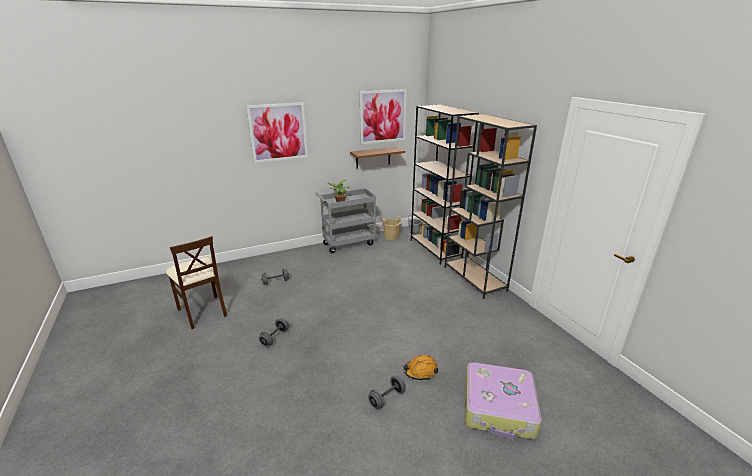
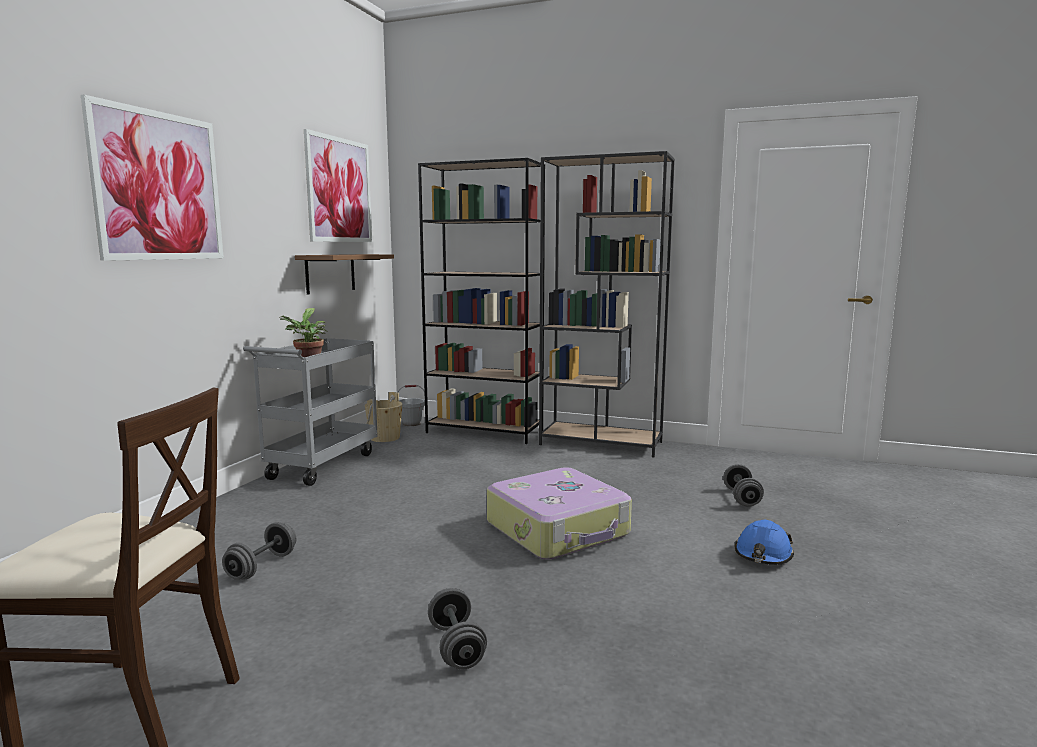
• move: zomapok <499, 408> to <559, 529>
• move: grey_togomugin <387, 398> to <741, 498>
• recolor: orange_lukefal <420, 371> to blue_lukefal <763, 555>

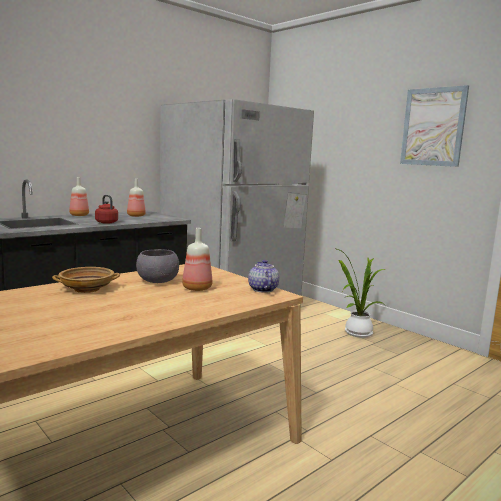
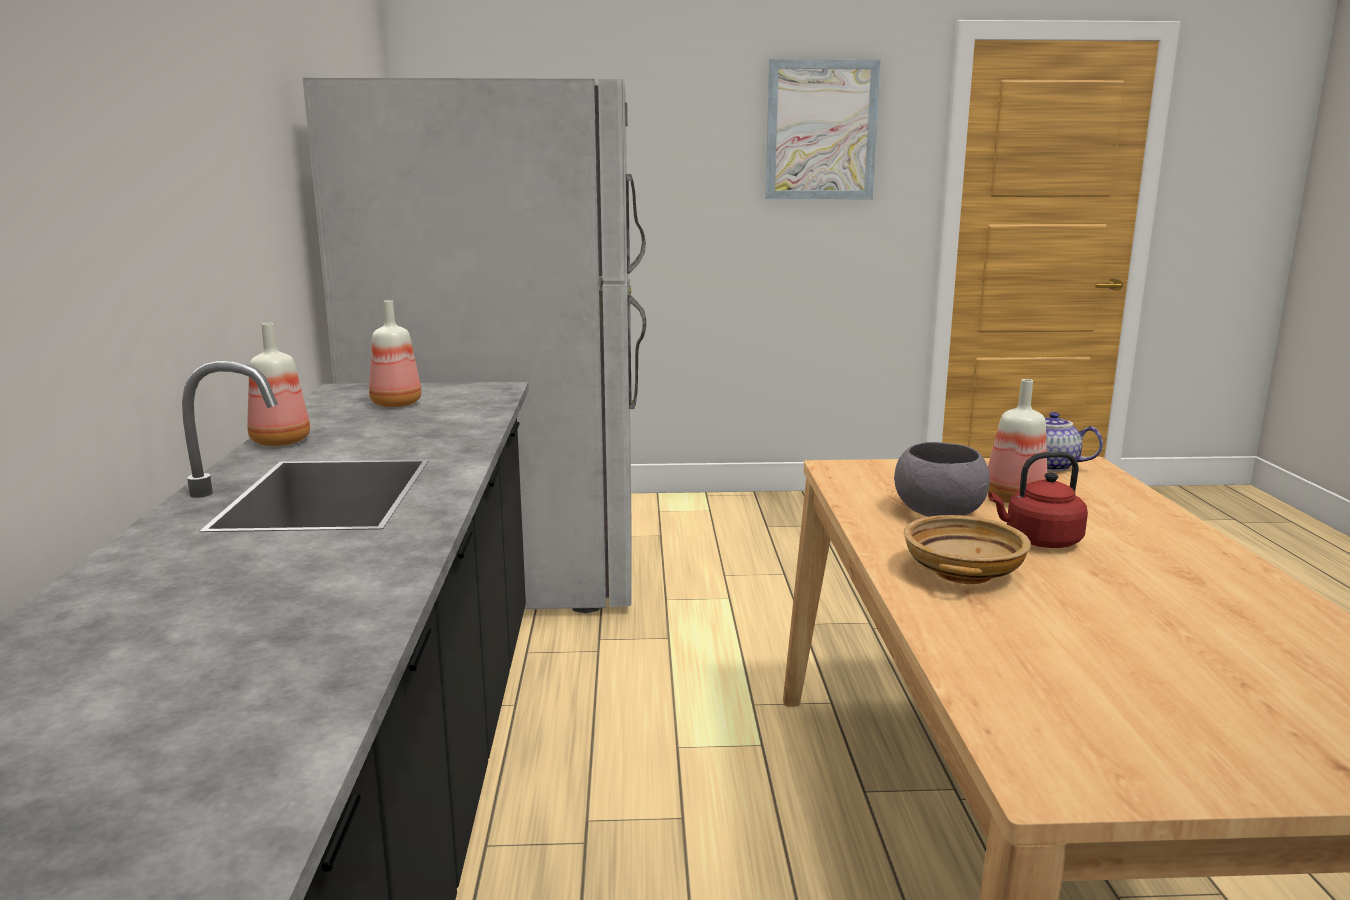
• move: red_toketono <106, 222> to <1038, 541>
• delete: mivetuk <356, 332>

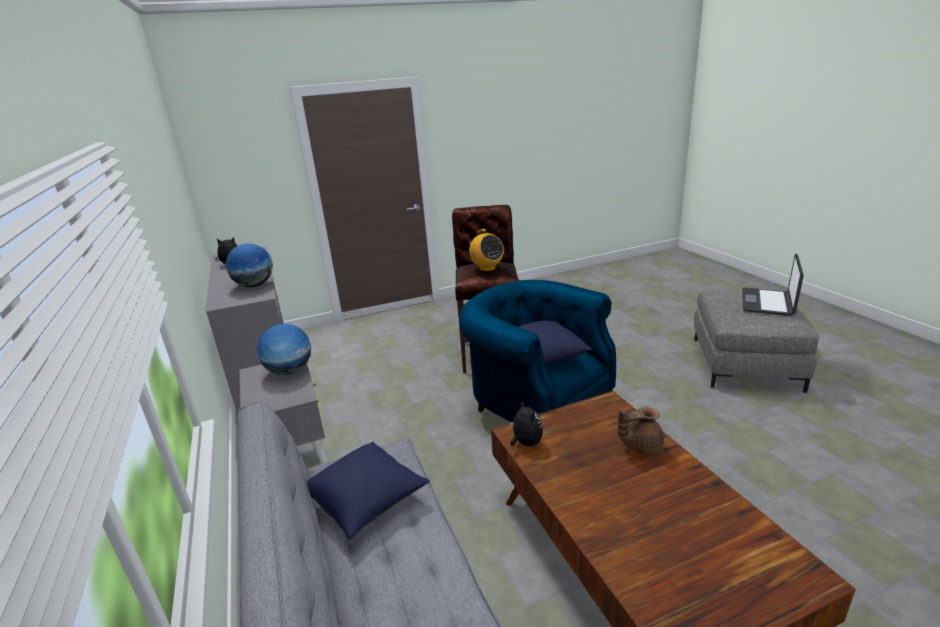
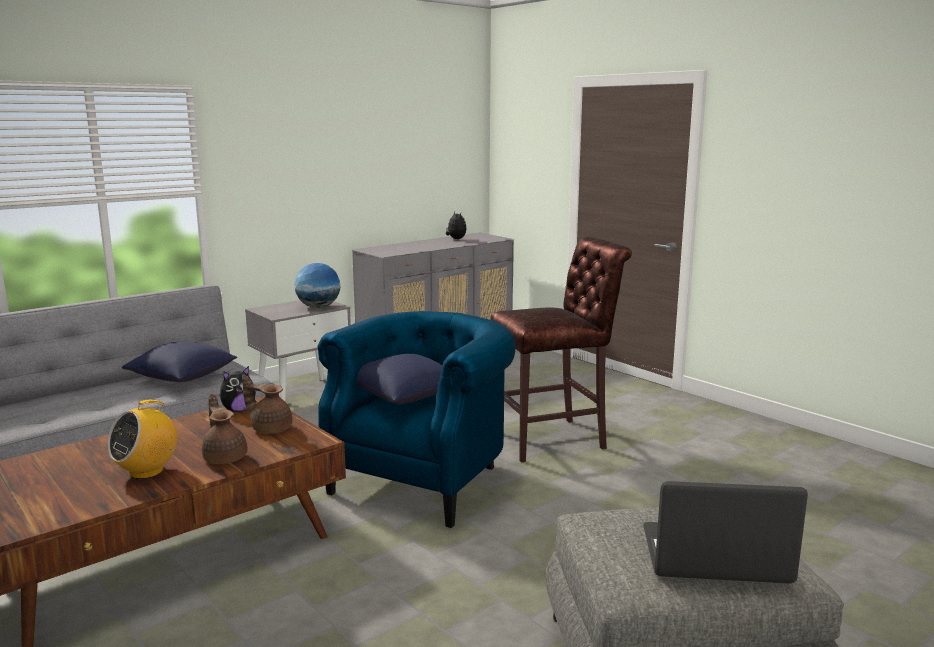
• move: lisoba <487, 268> to <147, 472>
• insert: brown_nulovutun <270, 428>
• delete: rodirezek <254, 285>

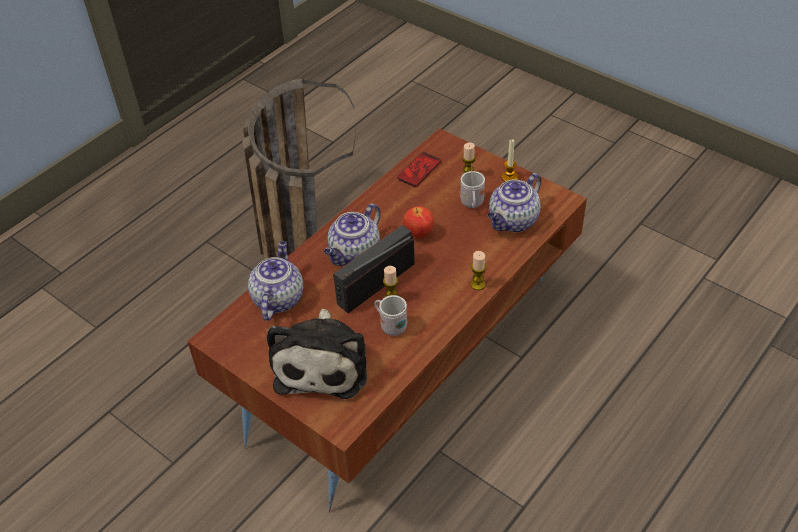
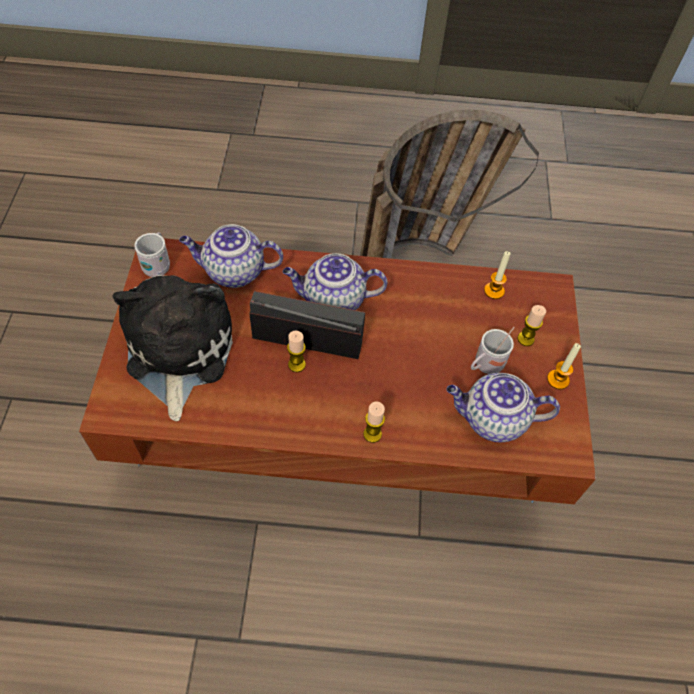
• rotate: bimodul <323, 362> = <177, 352> 120 degrees clockwise
• move: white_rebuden <391, 325> to <158, 265>
• rotate: nulovutun <278, 298> = <233, 272> 150 degrees counterclockwise
• replace: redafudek <419, 170> to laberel <494, 291>
• delete: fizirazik <418, 234>

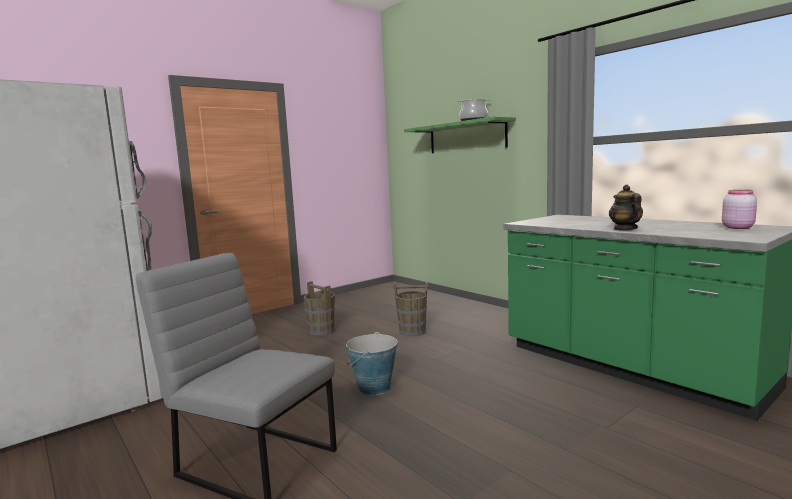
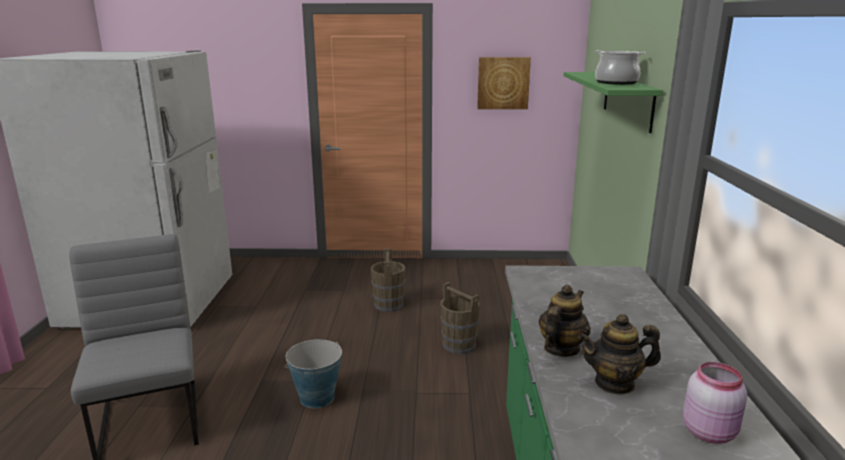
• insert: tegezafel <503, 83>
• insert: nulovutun <615, 383>

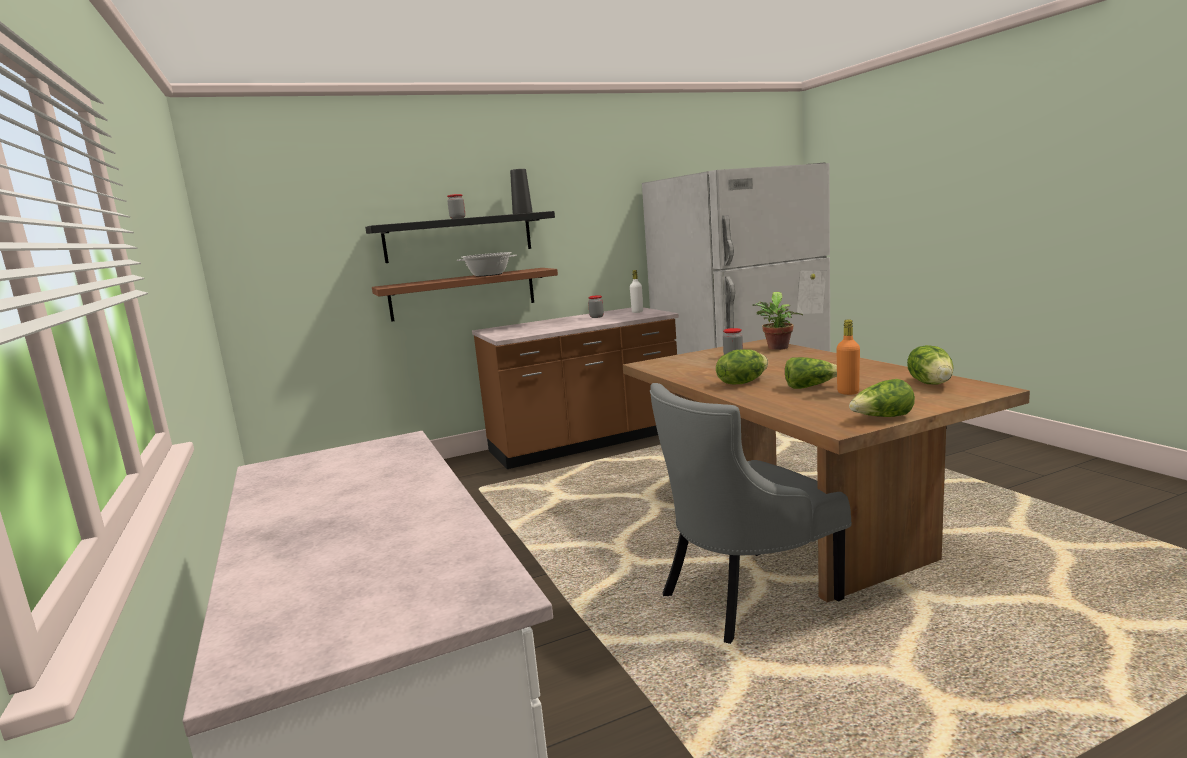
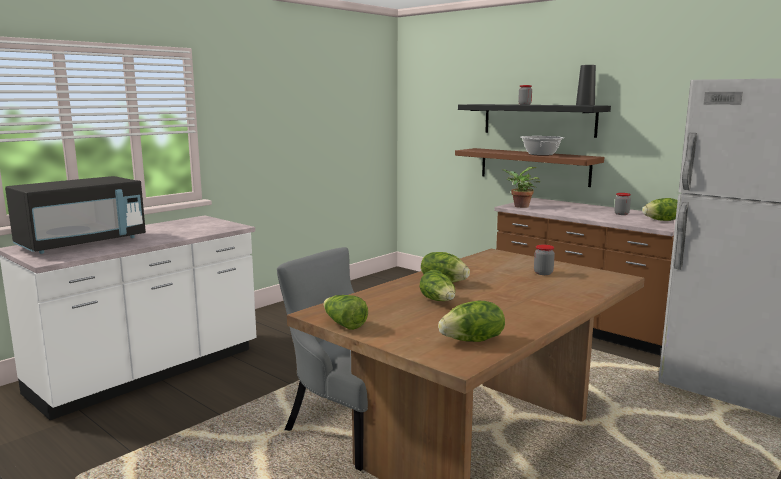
• insert: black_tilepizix <82, 243>
• move: mivetuk <777, 348> to <519, 206>
• replace: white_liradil <637, 312> to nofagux <663, 220>
• delete: orange_liradil <848, 392>

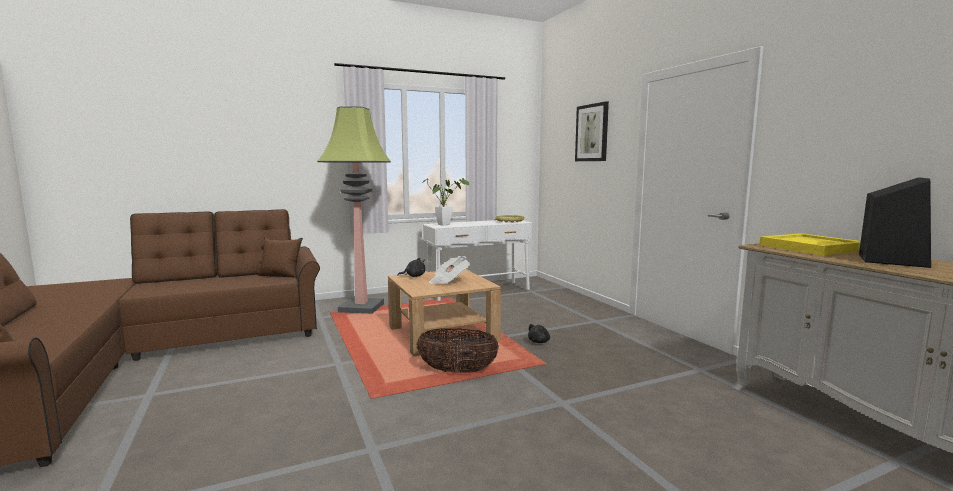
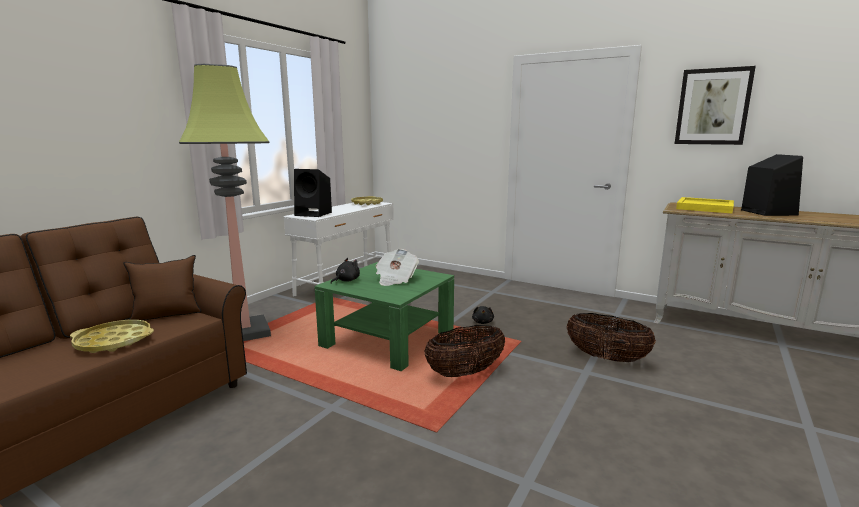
• insert: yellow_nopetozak <114, 341>
• replace: mivetuk <446, 224> to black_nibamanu <314, 214>
• recolor: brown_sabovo <442, 334> to green_sabovo <388, 339>
• insert: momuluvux <606, 358>
• move: tegezafel <592, 133> to <712, 107>

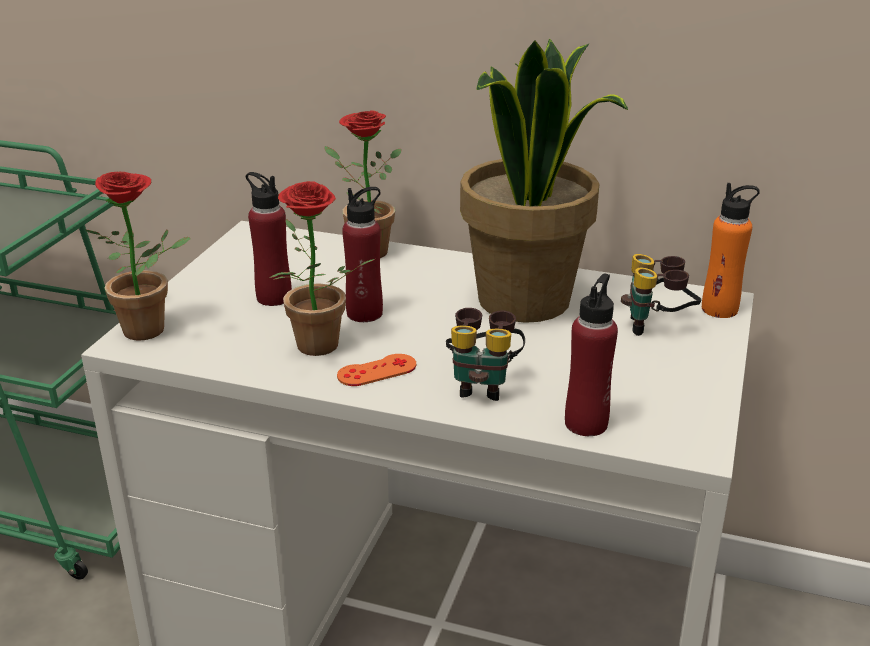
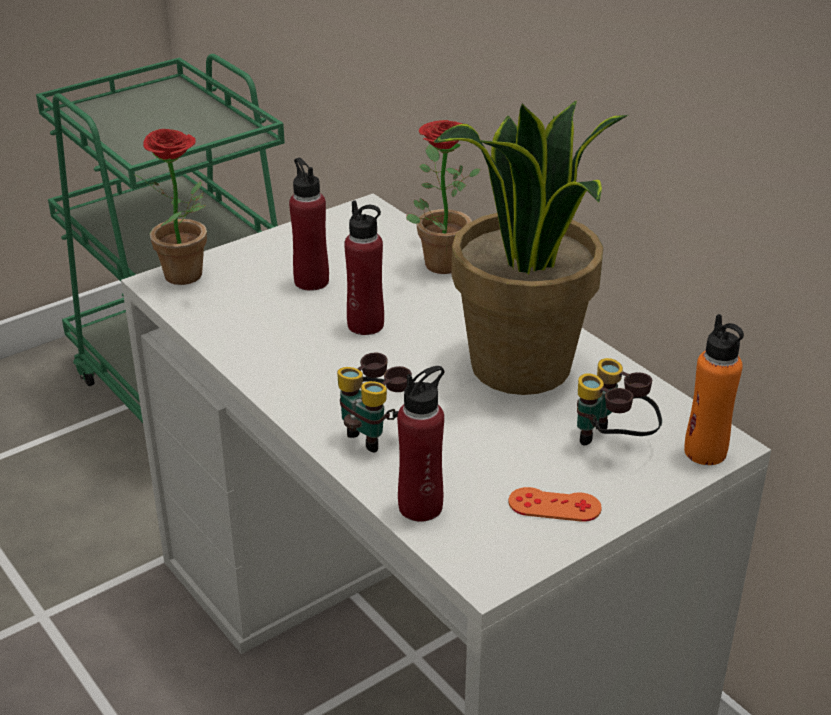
• move: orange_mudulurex <377, 370> to <554, 505>
• delete: mivetuk <317, 350>

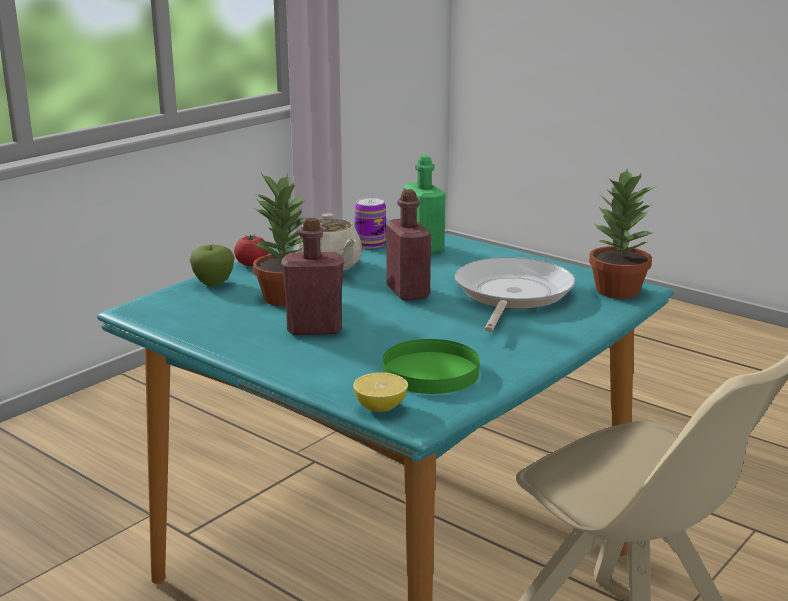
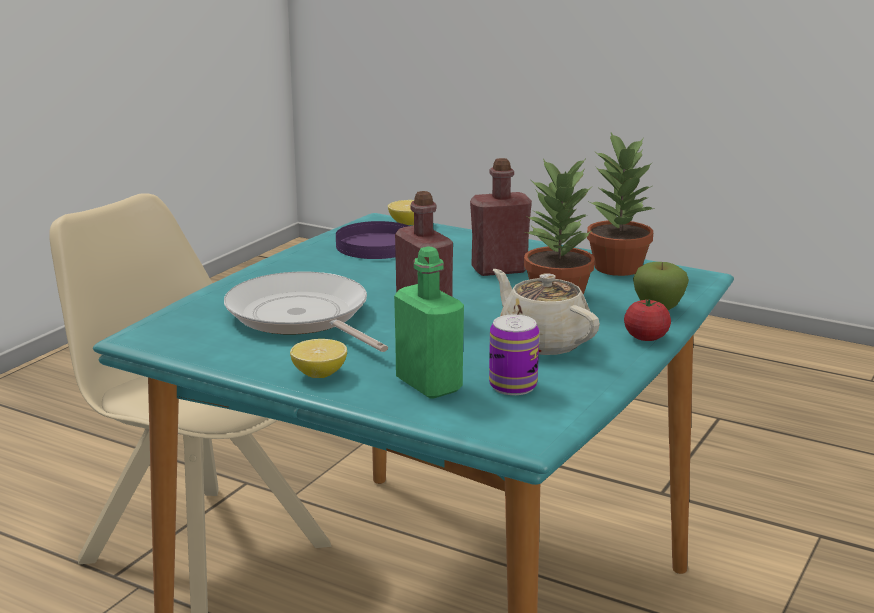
• rotate: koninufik <511, 295> = <301, 317> 135 degrees clockwise
• insert: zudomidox <319, 374>
• recolor: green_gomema <431, 372> to purple_gomema <376, 245>
• move: mivetuk <617, 291> to <618, 267>

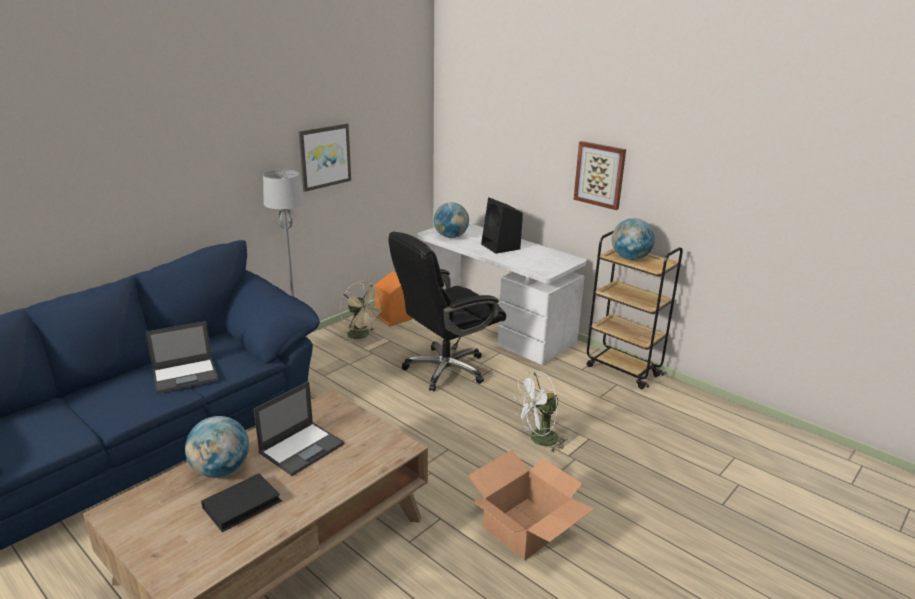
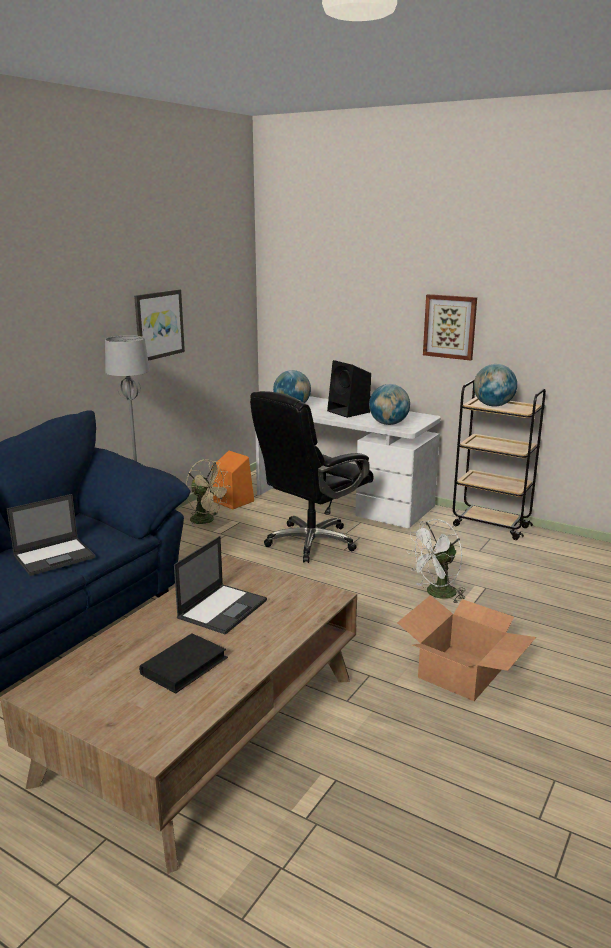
• move: rodirezek <221, 470> to <388, 424>

